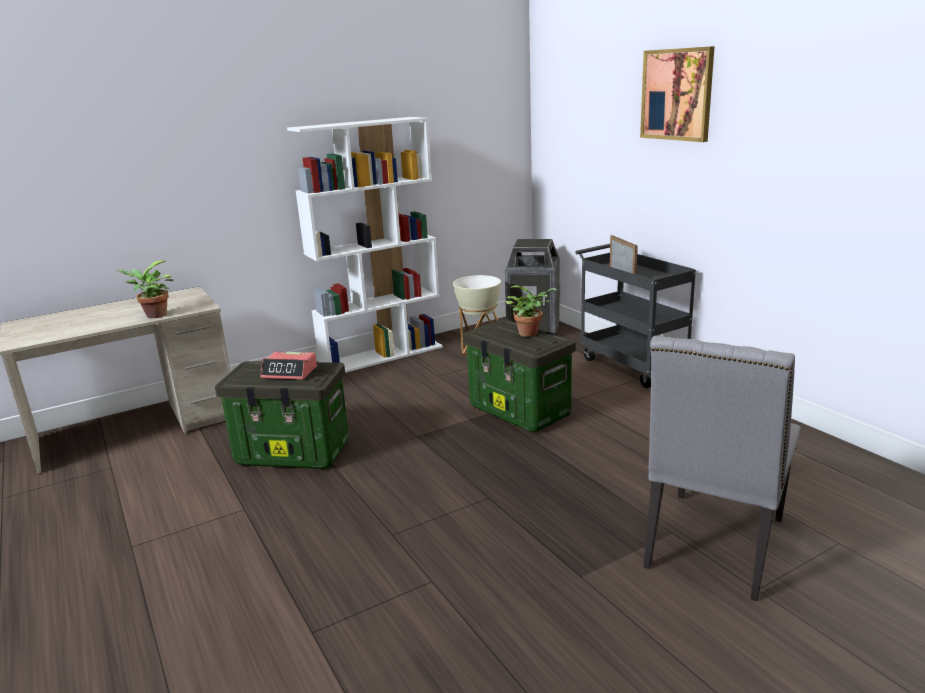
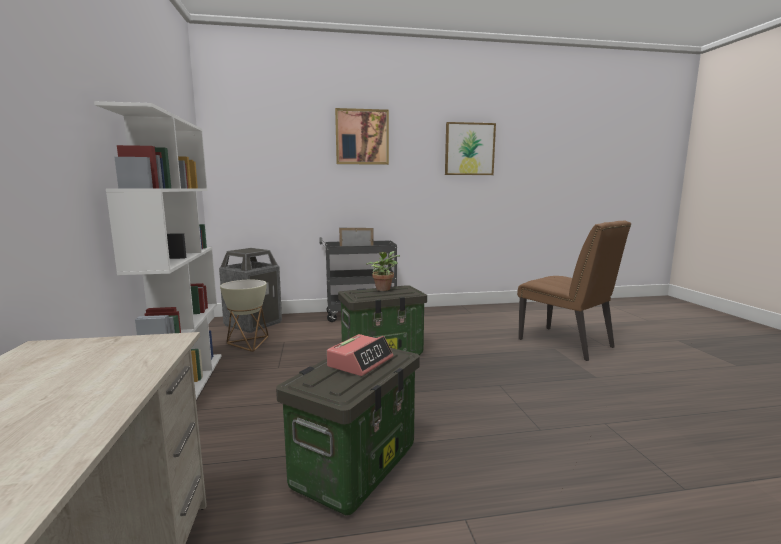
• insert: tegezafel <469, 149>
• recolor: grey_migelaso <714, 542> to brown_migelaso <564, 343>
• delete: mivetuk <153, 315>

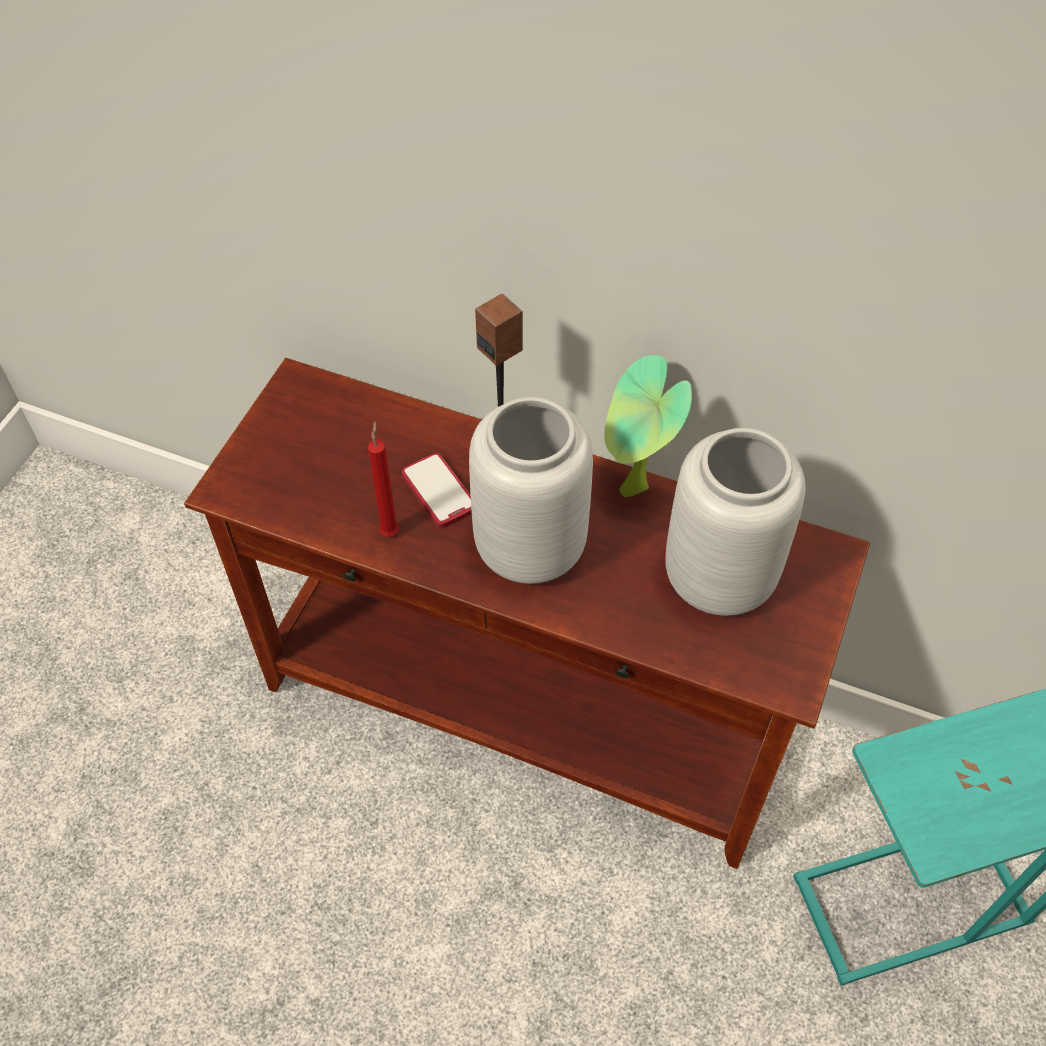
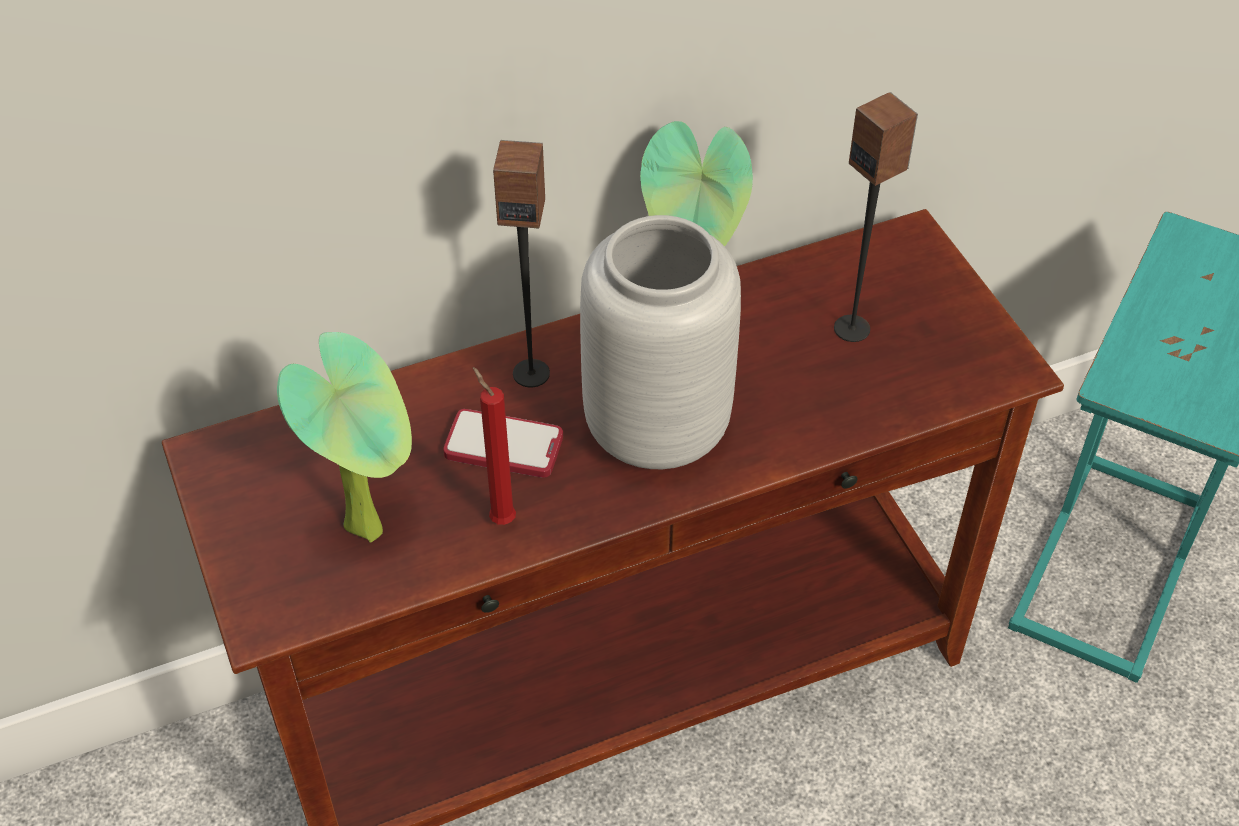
• insert: mivetuk <373, 525>
• replace: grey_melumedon <720, 580> to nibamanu <852, 328>

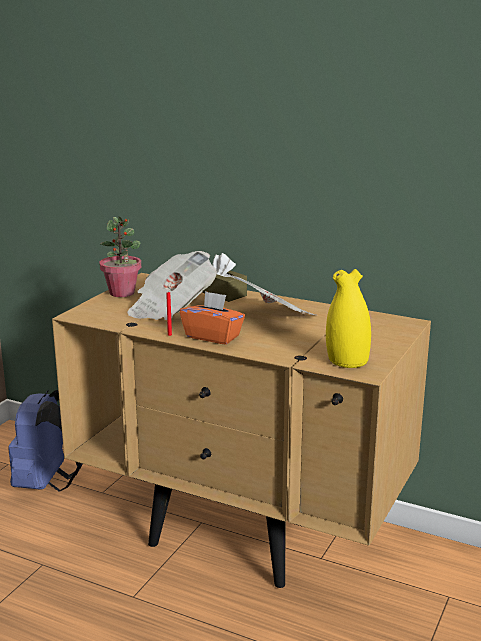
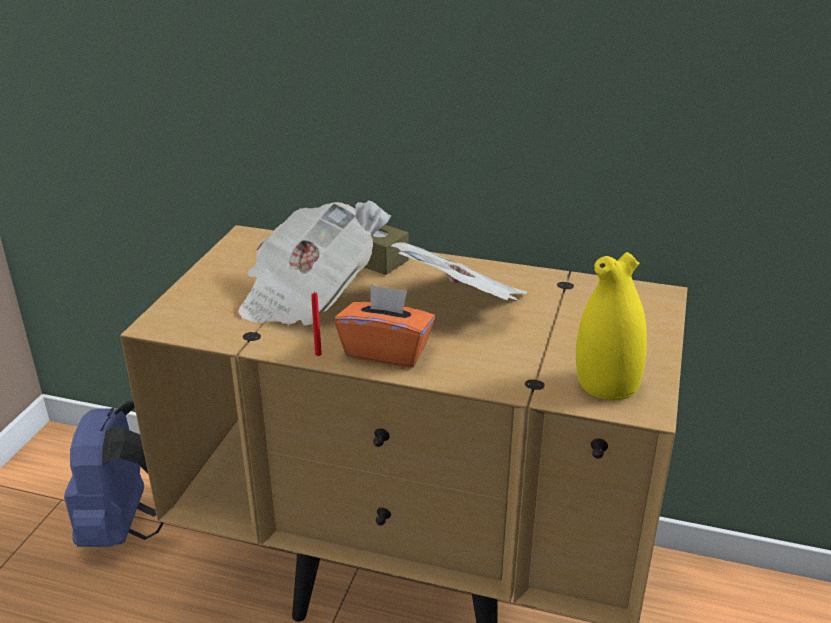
• delete: mivetuk <122, 293>

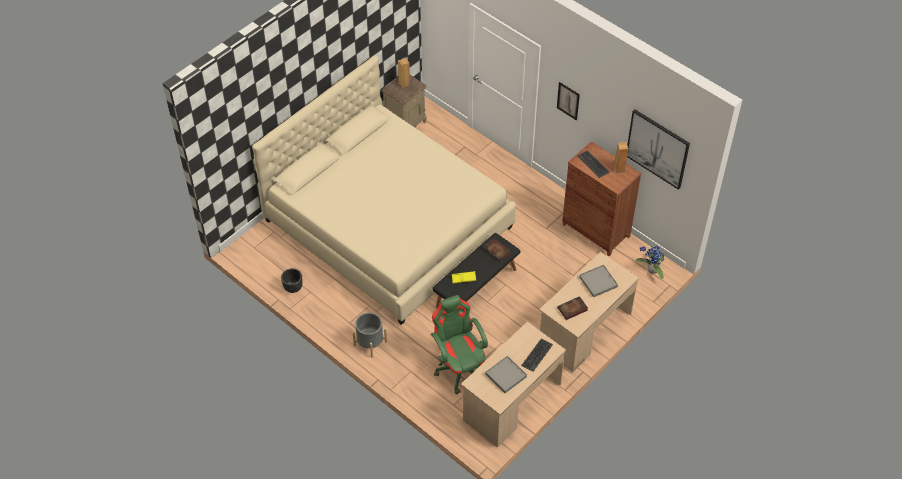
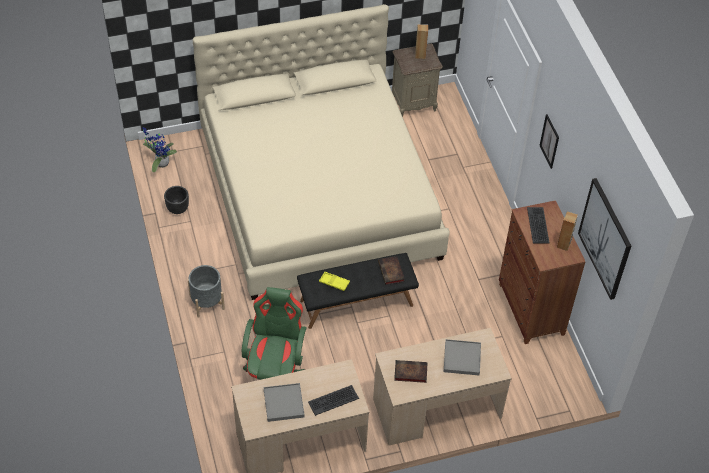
• move: mivetuk <651, 270> to <160, 163>

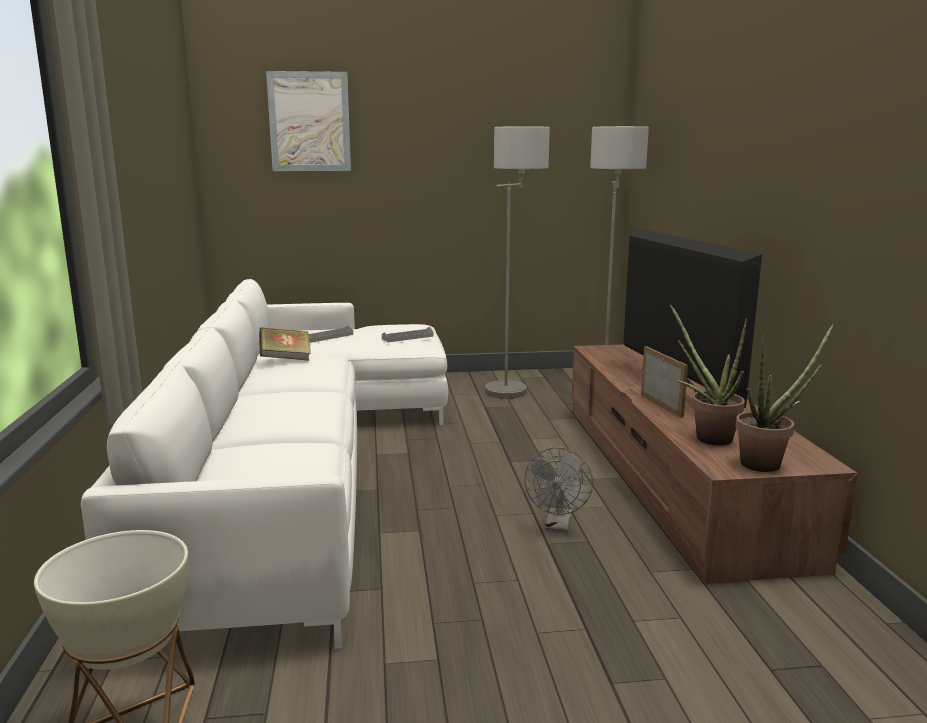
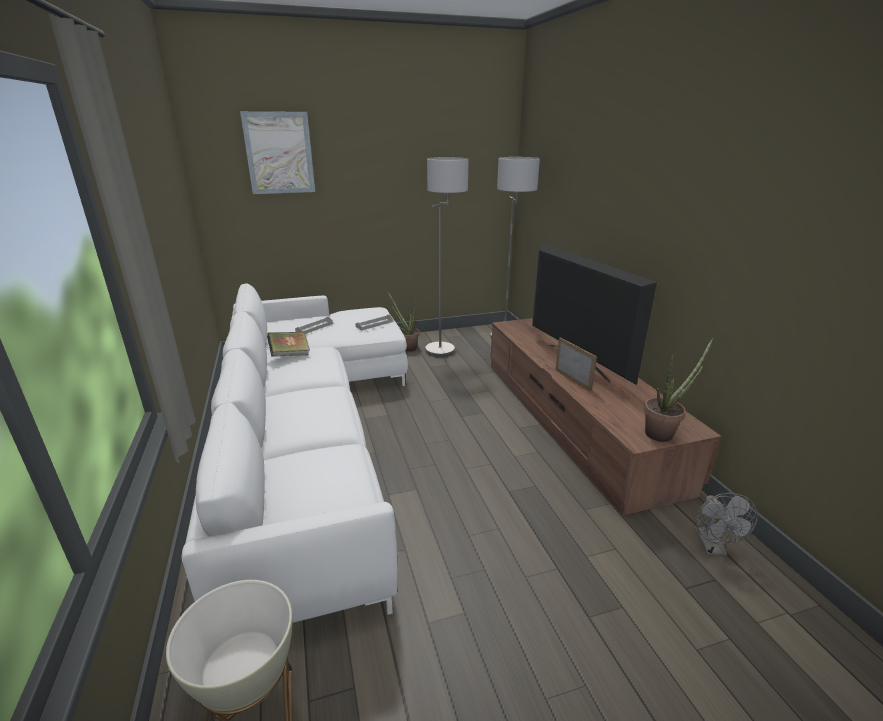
• move: mivetuk <706, 437> to <406, 347>
• move: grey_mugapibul <558, 526> to <712, 547>

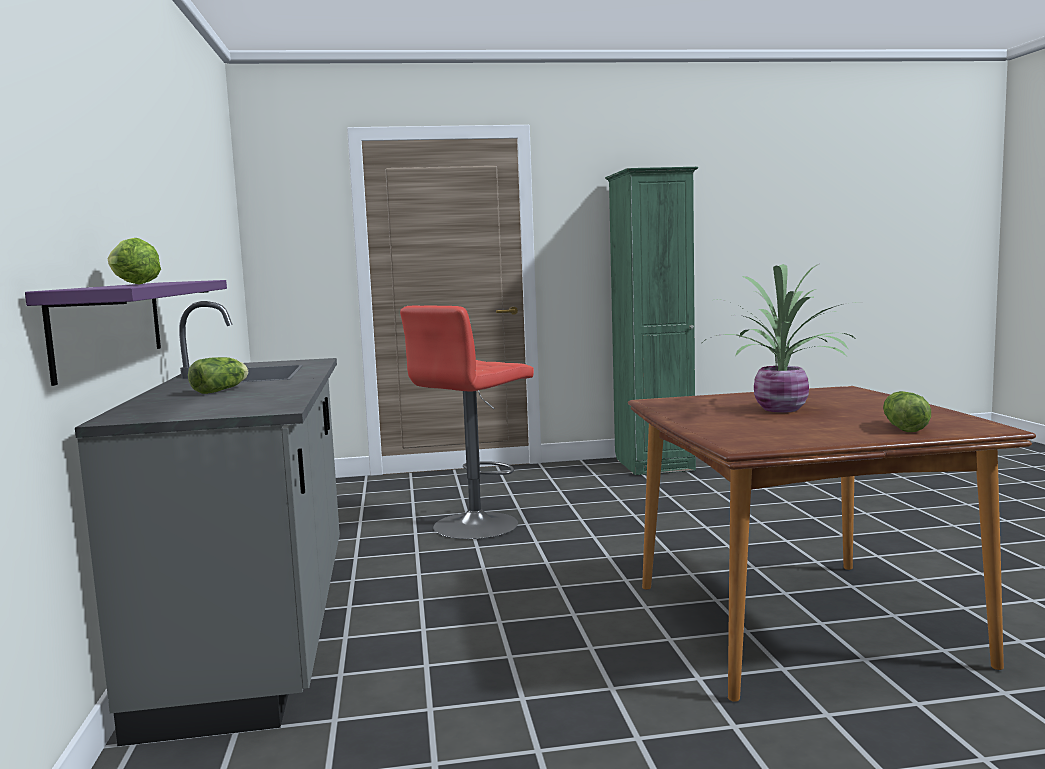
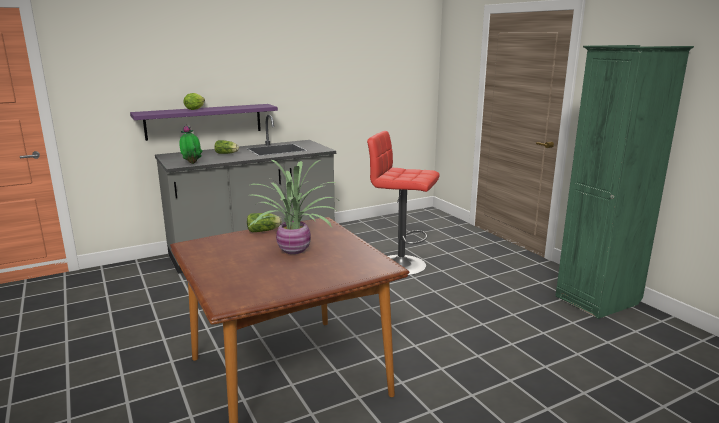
• insert: mivetuk <192, 163>
• move: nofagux <903, 427> to <265, 230>

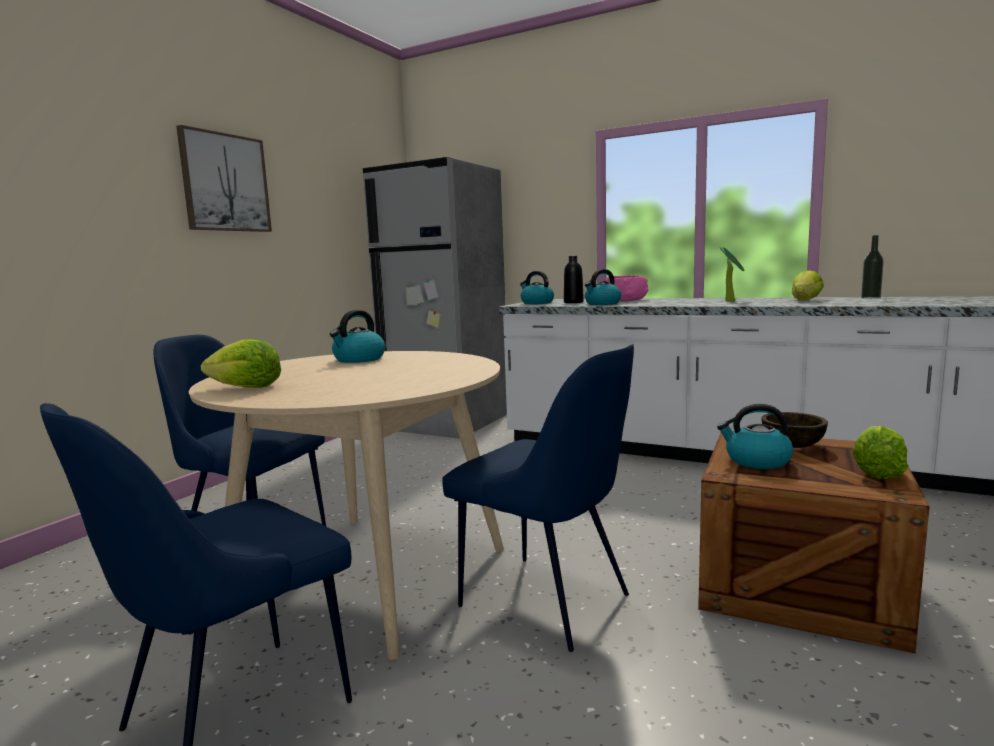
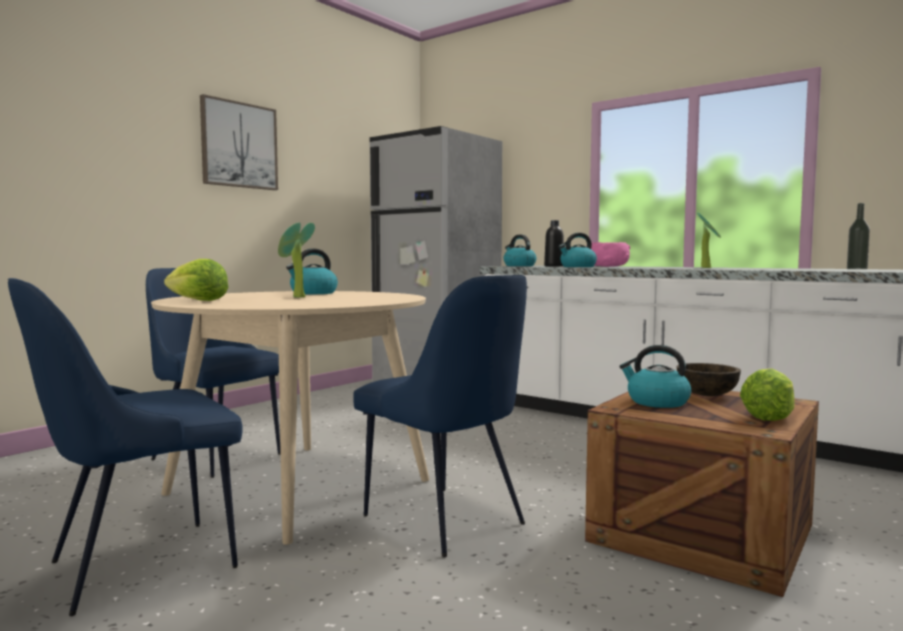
• insert: mivetuk <296, 297>
• delete: nofagux <805, 300>

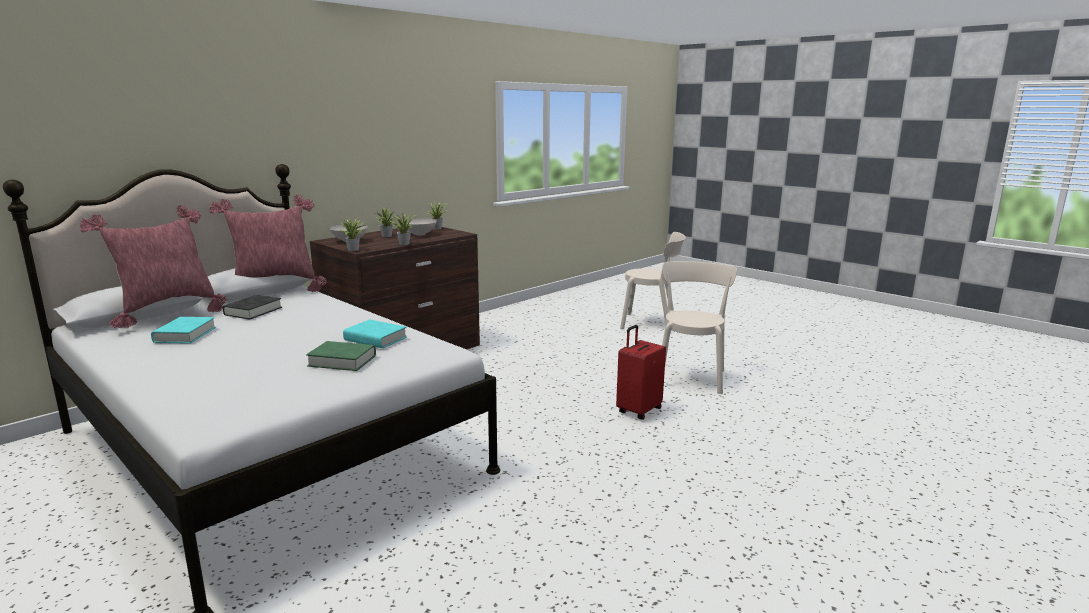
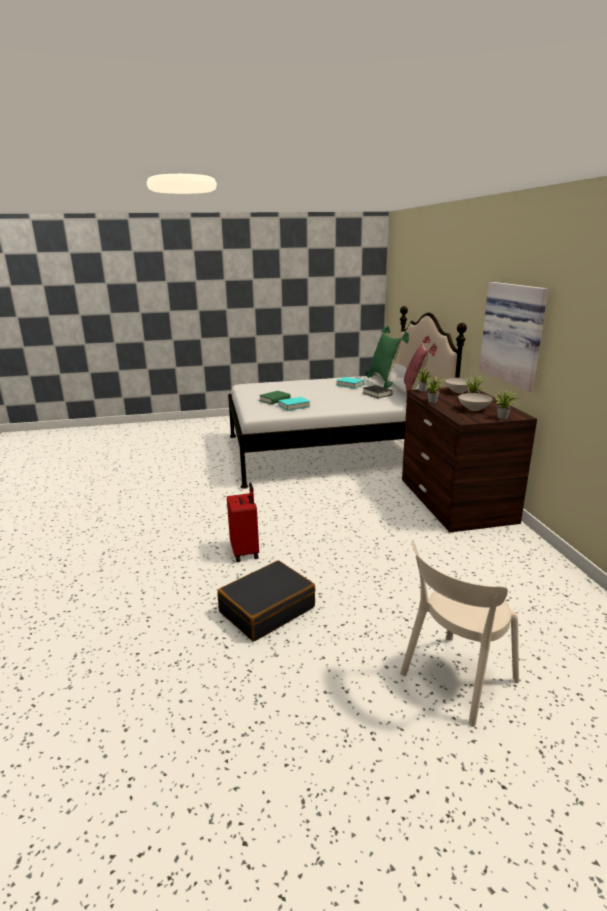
• replace: beige_migelaso <690, 376> to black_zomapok <267, 609>
• recolor: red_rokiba <166, 318> to green_rokiba <385, 384>
• insert: tegezafel <515, 333>

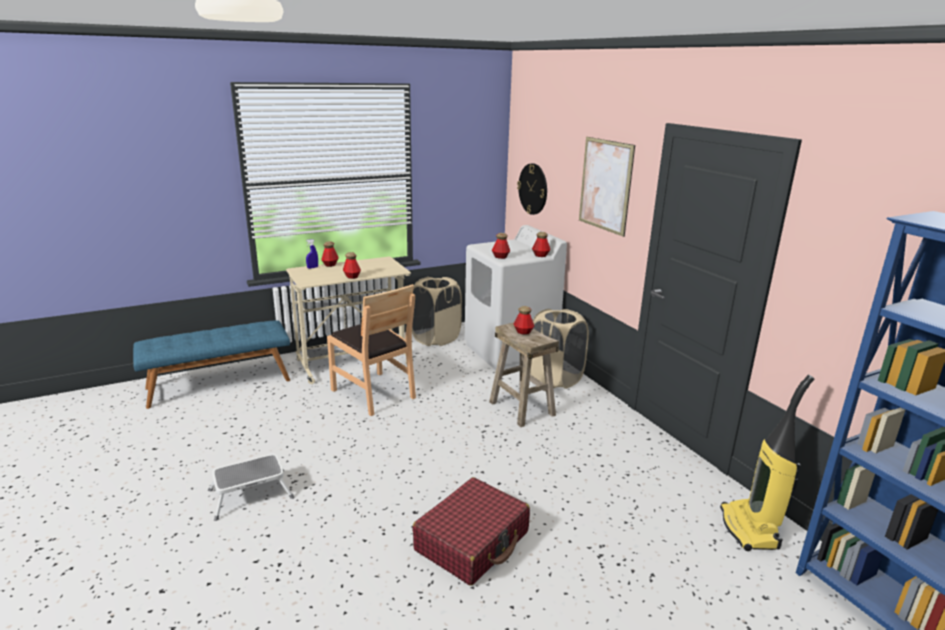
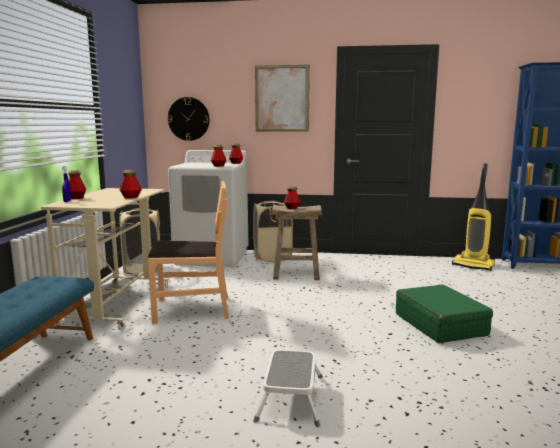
• recolor: red_zomapok <472, 541> to green_zomapok <440, 324>

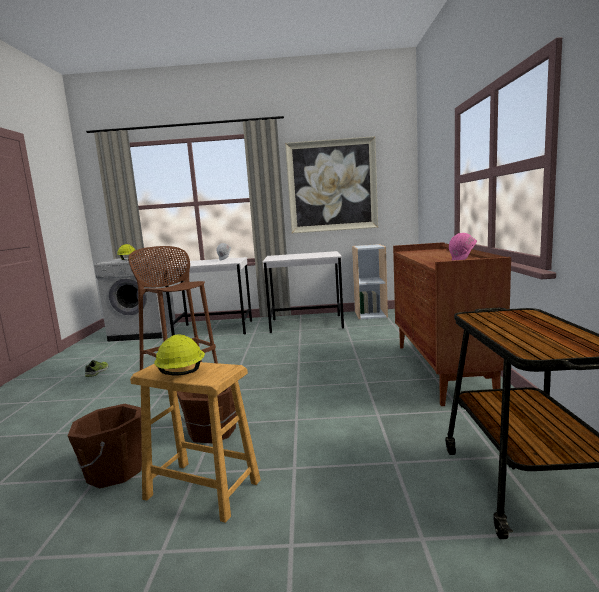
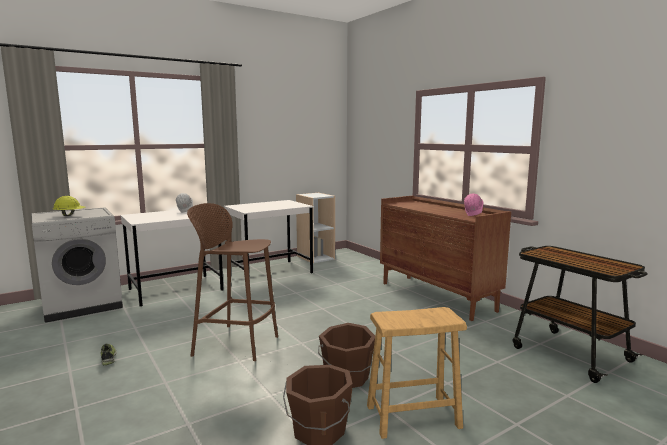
• delete: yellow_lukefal <181, 373>
• delete: tegezafel <332, 186>

